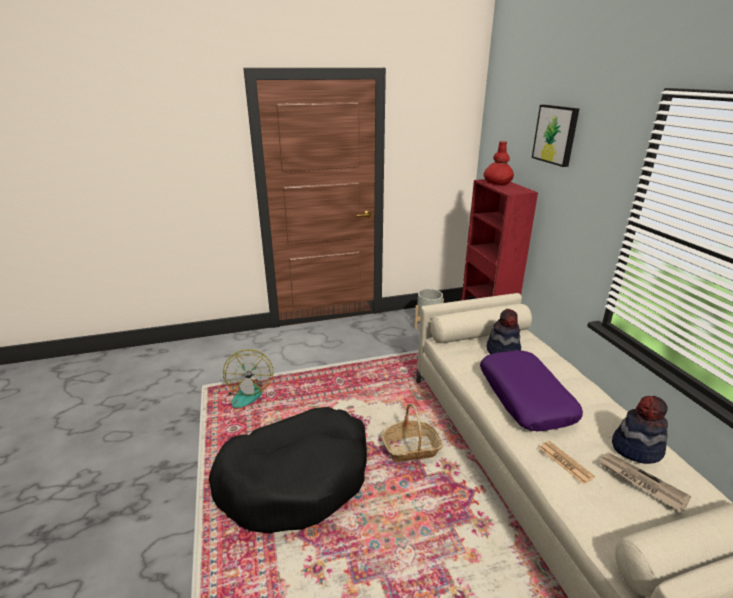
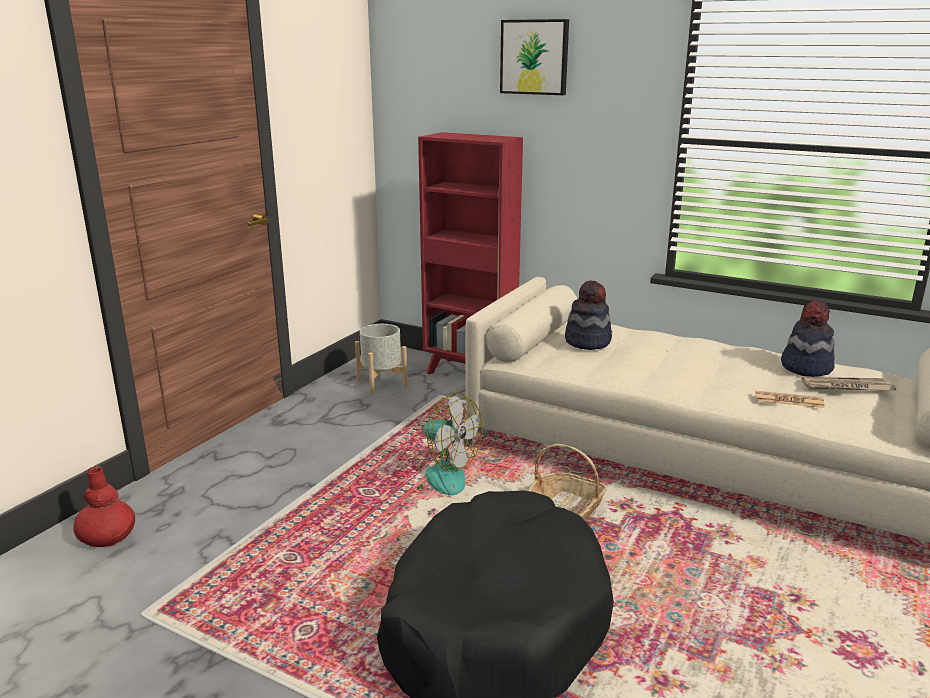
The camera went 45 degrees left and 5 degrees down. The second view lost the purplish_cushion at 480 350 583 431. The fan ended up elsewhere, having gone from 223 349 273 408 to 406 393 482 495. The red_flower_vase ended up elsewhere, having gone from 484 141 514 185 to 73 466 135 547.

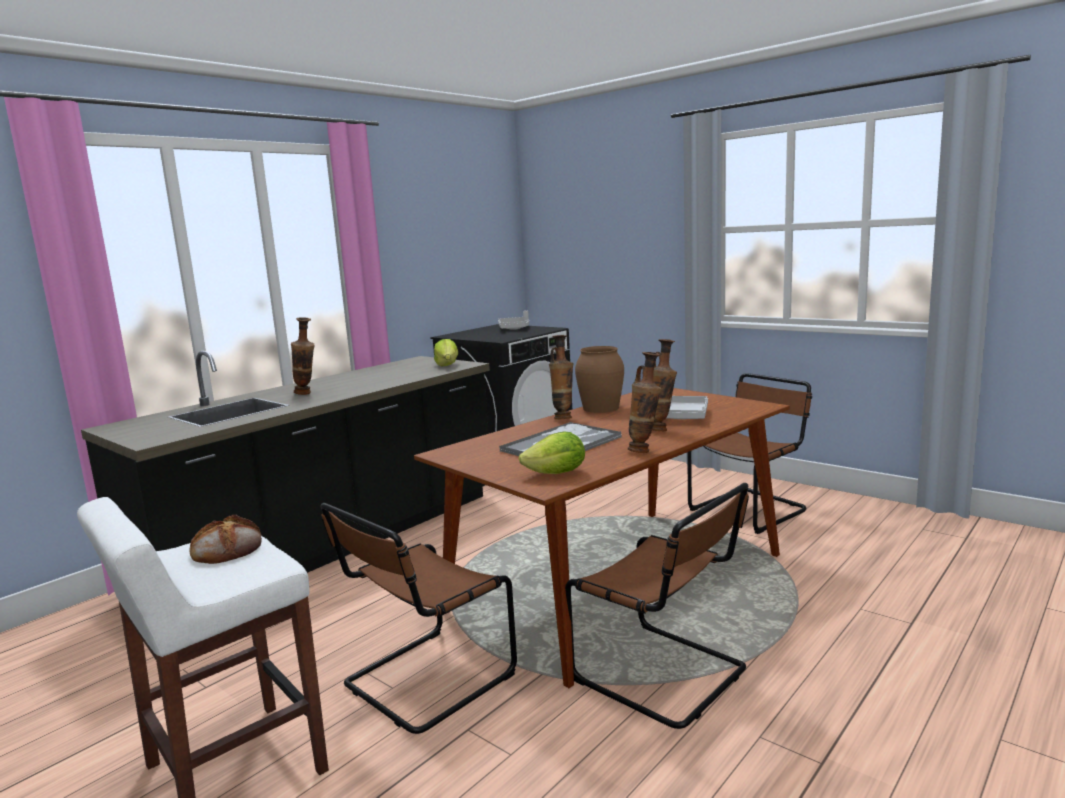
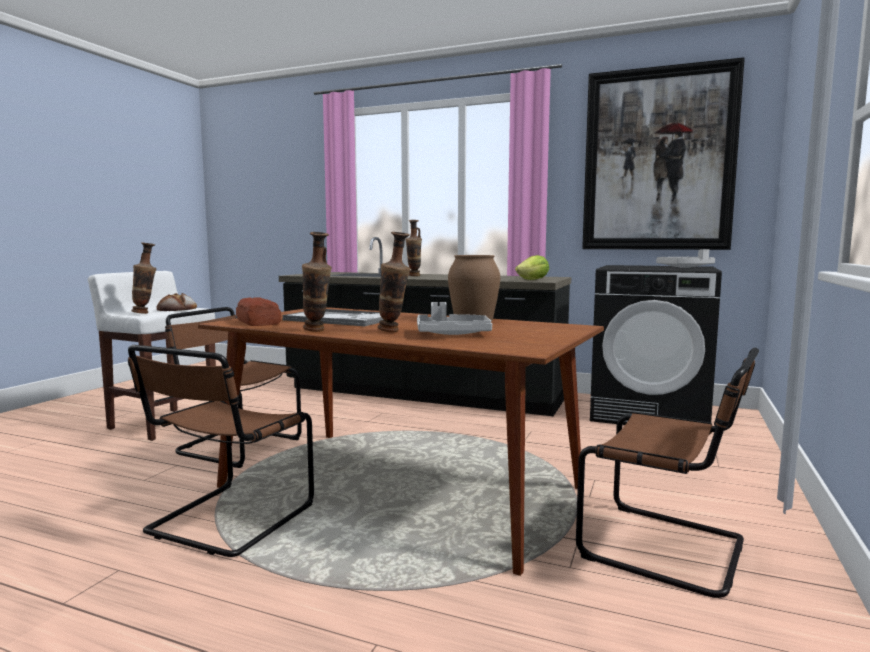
The camera went 70 degrees right and 5 degrees down. The second view gained the wall_art at 582 57 745 250. The flower_vase ended up elsewhere, having gone from 549 335 573 420 to 131 243 156 314. Where the lettuce stood at 519 432 585 474, the bread came to stand at 236 297 281 326.

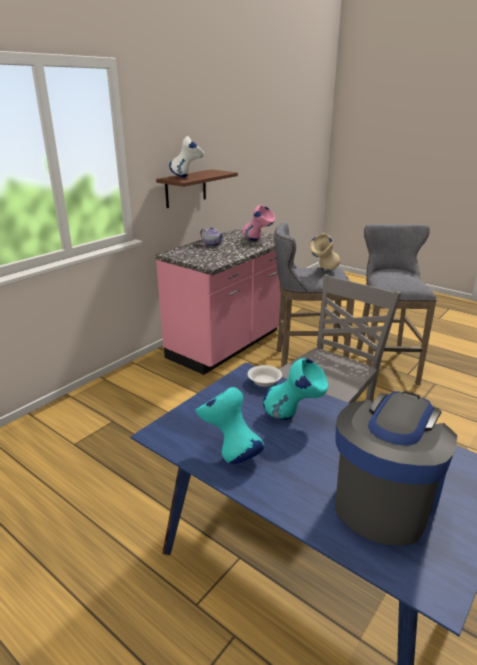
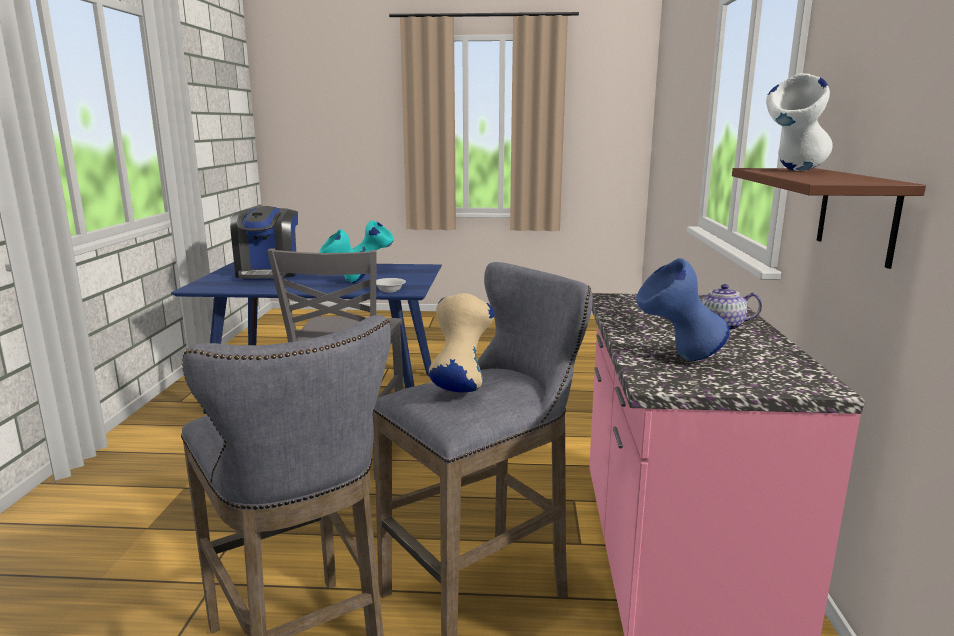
The camera went 145 degrees right and 10 degrees down. What was the pink_flower_vase at 242 205 275 241 turned into the blue_flower_vase at 636 258 730 361.

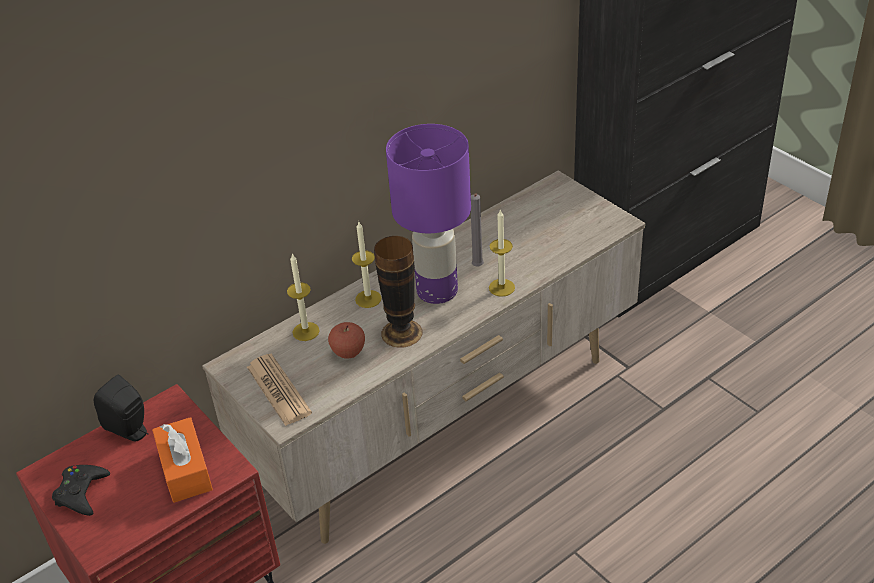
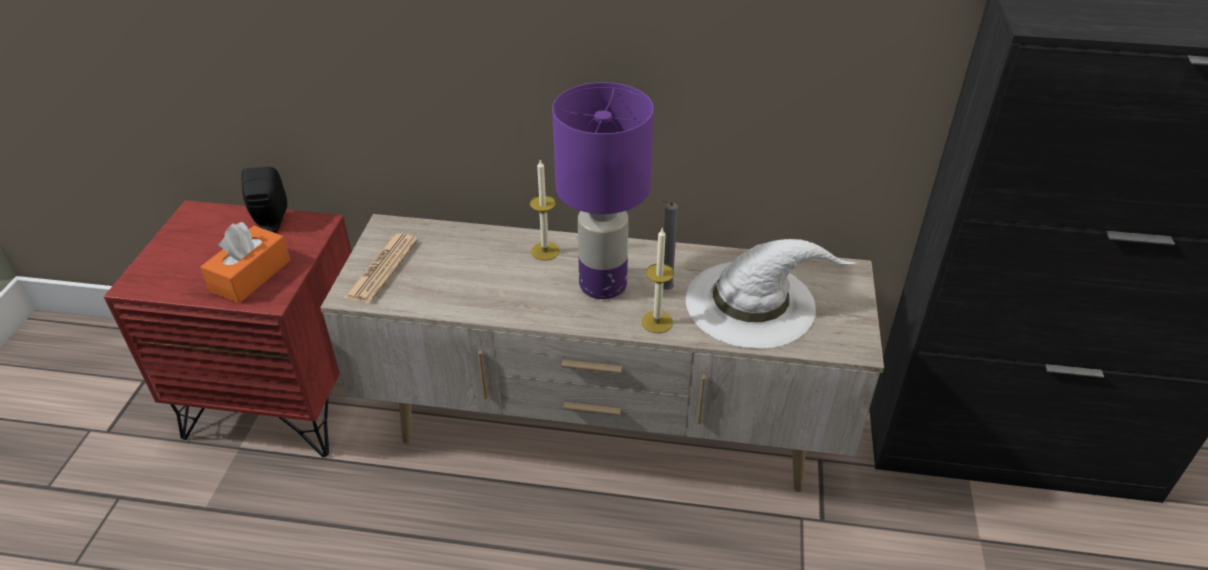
The camera went 45 degrees right and 0 degrees up. The second view lost the blackish_joypad at 52 465 110 516. The second view lost the wax_light at 287 253 320 341. The second view lost the apple_fruit at 328 322 365 358. The second view lost the flower_vase at 374 236 423 348. The second view gained the whitish_wearable_hat at 686 239 858 349.

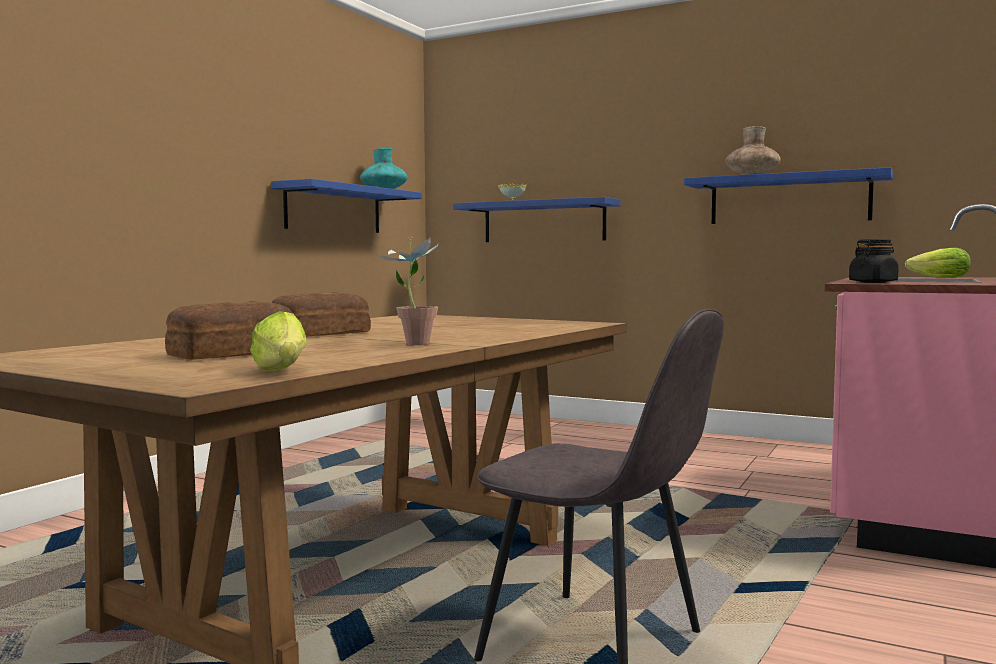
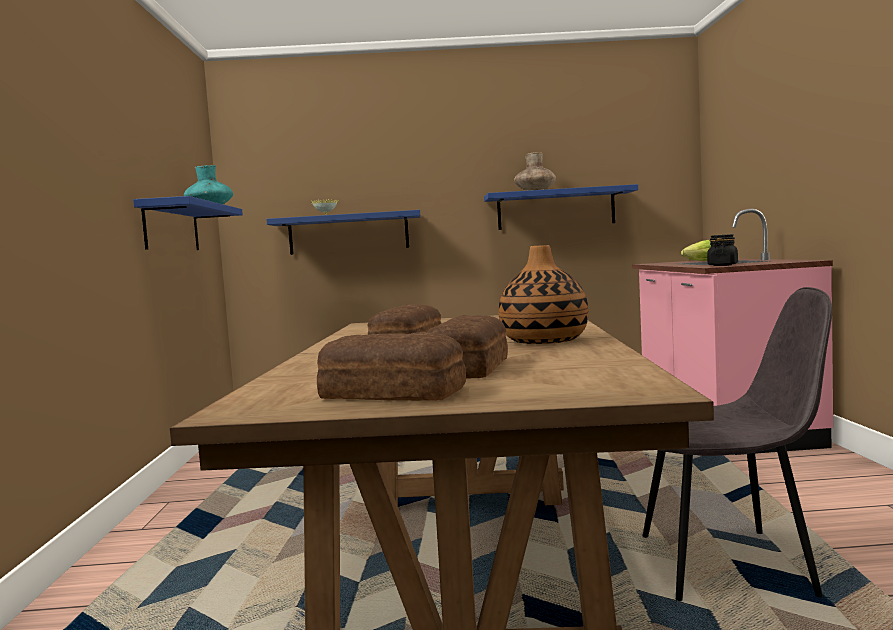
The camera went 30 degrees left and 0 degrees up. The second view lost the lettuce at 250 311 307 371. The second view gained the bread at 317 332 466 401. Where the houseplant stood at 376 237 439 345, the flower_vase came to stand at 498 245 589 344.

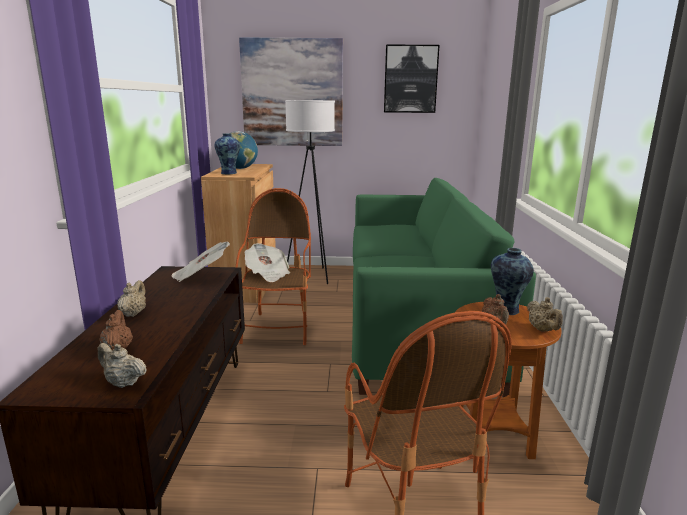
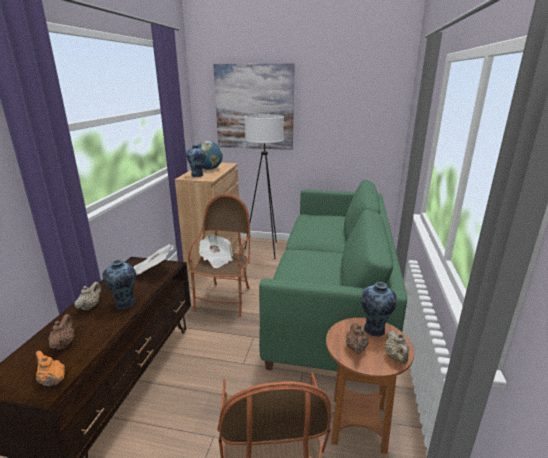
The camera went 10 degrees right and 5 degrees up. The second view lost the wall_art at 384 45 440 113. The second view gained the flower_vase at 102 260 136 309. What was the sand-coloured_teapot at 97 343 147 388 turned into the orangey_teapot at 36 351 65 387.

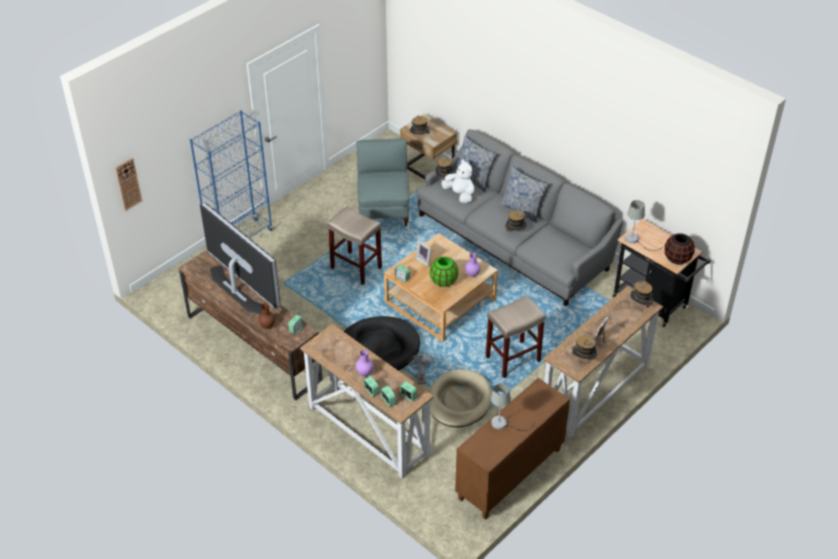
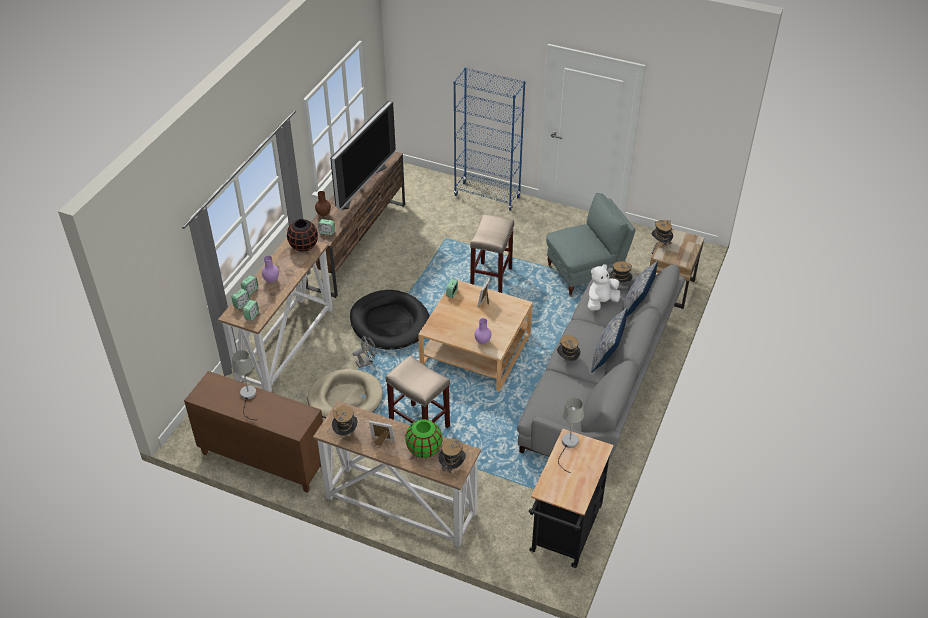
The camera went 70 degrees right and 0 degrees up. The second view lost the hanging_clock at 115 158 142 211. The greenish_flower_vase ended up elsewhere, having gone from 430 257 459 287 to 405 419 443 458. The blackish_flower_vase ended up elsewhere, having gone from 664 233 695 264 to 287 219 318 252. The whitish_cuddly_toy at 441 159 475 203 ended up facing another way, 150 degrees counterclockwise from before.

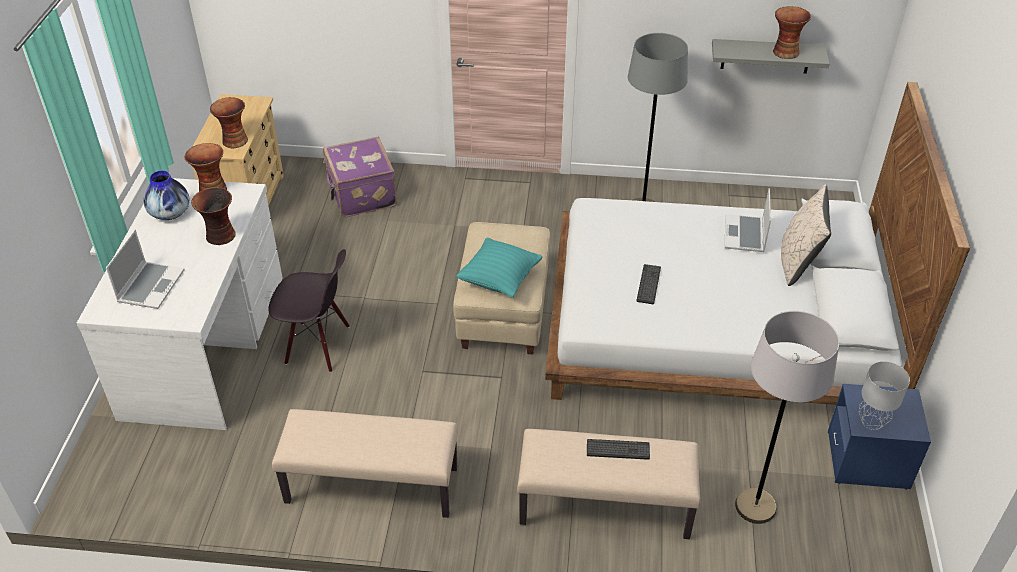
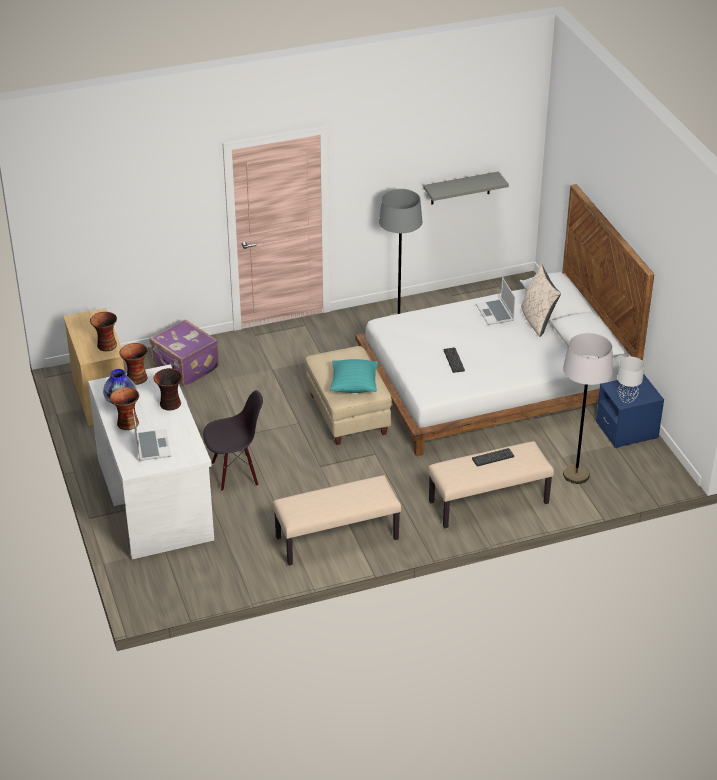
The camera went 25 degrees left and 5 degrees down. The flower_vase ended up elsewhere, having gone from 773 6 811 59 to 110 387 139 430.

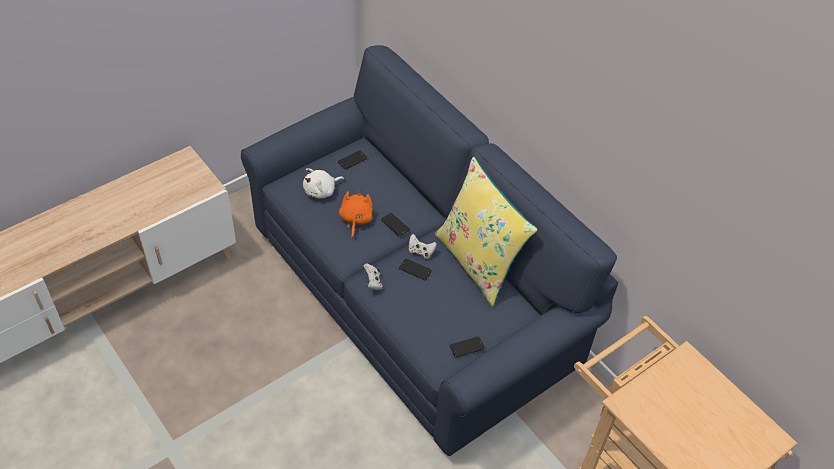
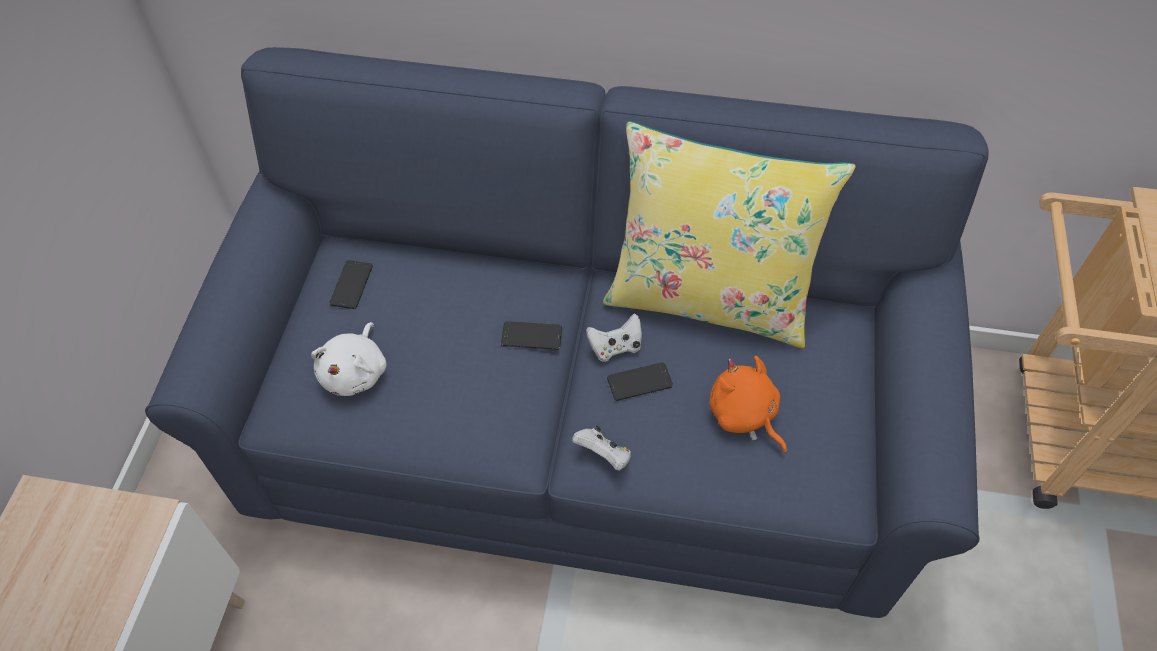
The camera went 40 degrees left and 5 degrees up. The second view lost the telephone at 450 336 485 358. The orangey_cuddly_toy ended up elsewhere, having gone from 339 189 373 238 to 709 356 787 453.

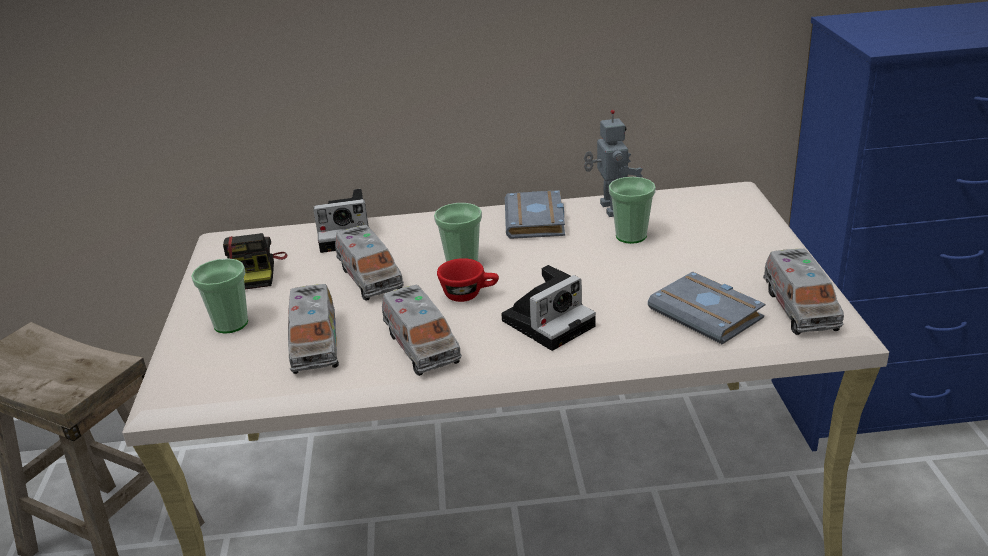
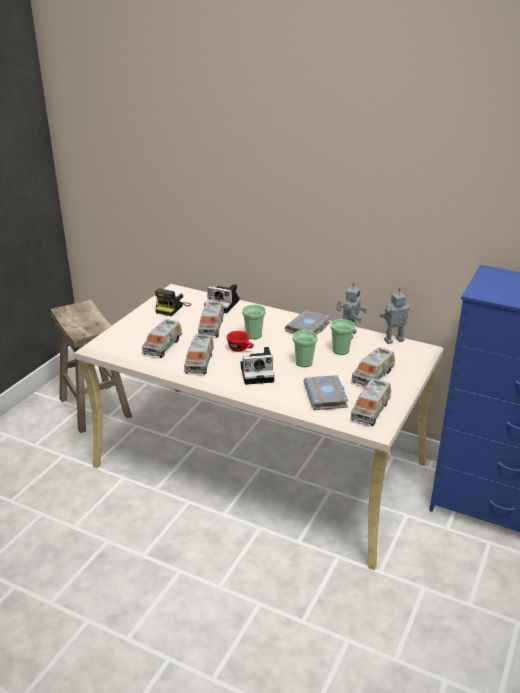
The camera went 30 degrees right and 0 degrees up. The second view gained the model_truck at 351 347 395 386. The second view gained the toy_robot at 380 288 410 344. The small_cup ended up elsewhere, having gone from 191 258 248 333 to 292 330 318 367.

